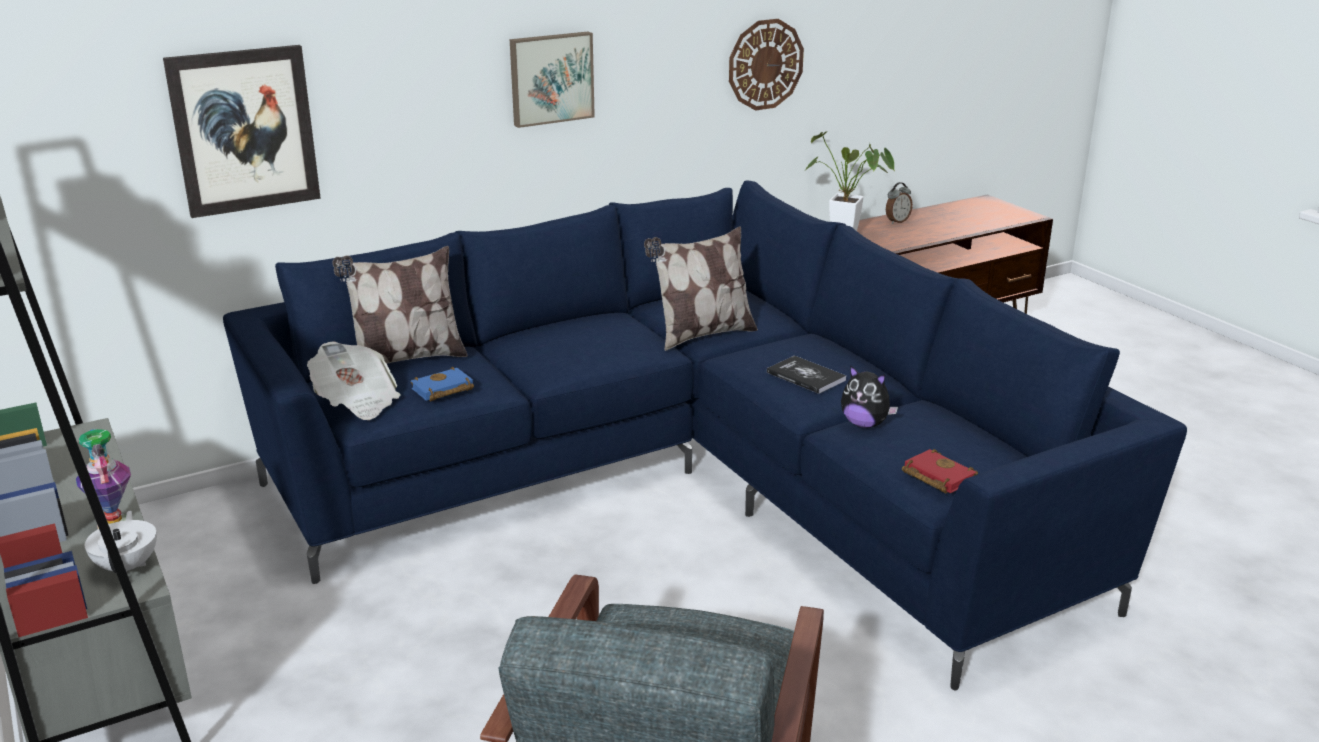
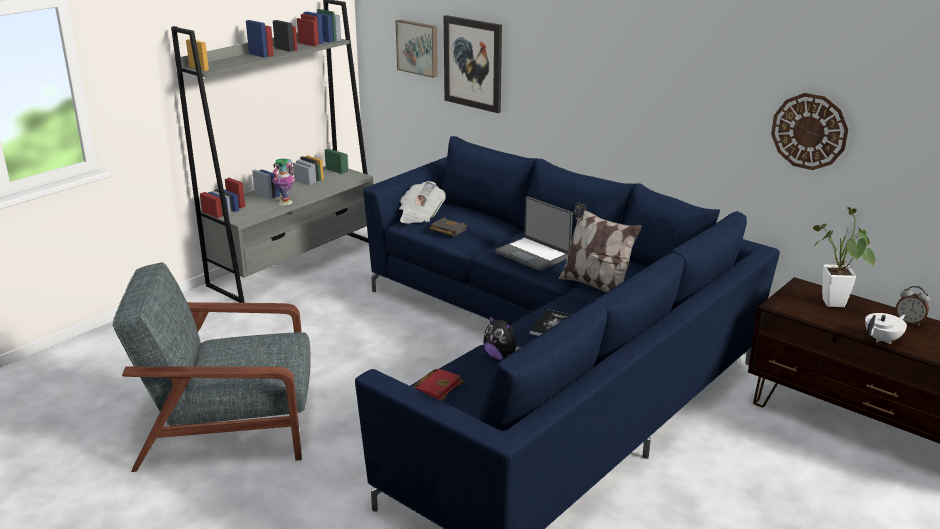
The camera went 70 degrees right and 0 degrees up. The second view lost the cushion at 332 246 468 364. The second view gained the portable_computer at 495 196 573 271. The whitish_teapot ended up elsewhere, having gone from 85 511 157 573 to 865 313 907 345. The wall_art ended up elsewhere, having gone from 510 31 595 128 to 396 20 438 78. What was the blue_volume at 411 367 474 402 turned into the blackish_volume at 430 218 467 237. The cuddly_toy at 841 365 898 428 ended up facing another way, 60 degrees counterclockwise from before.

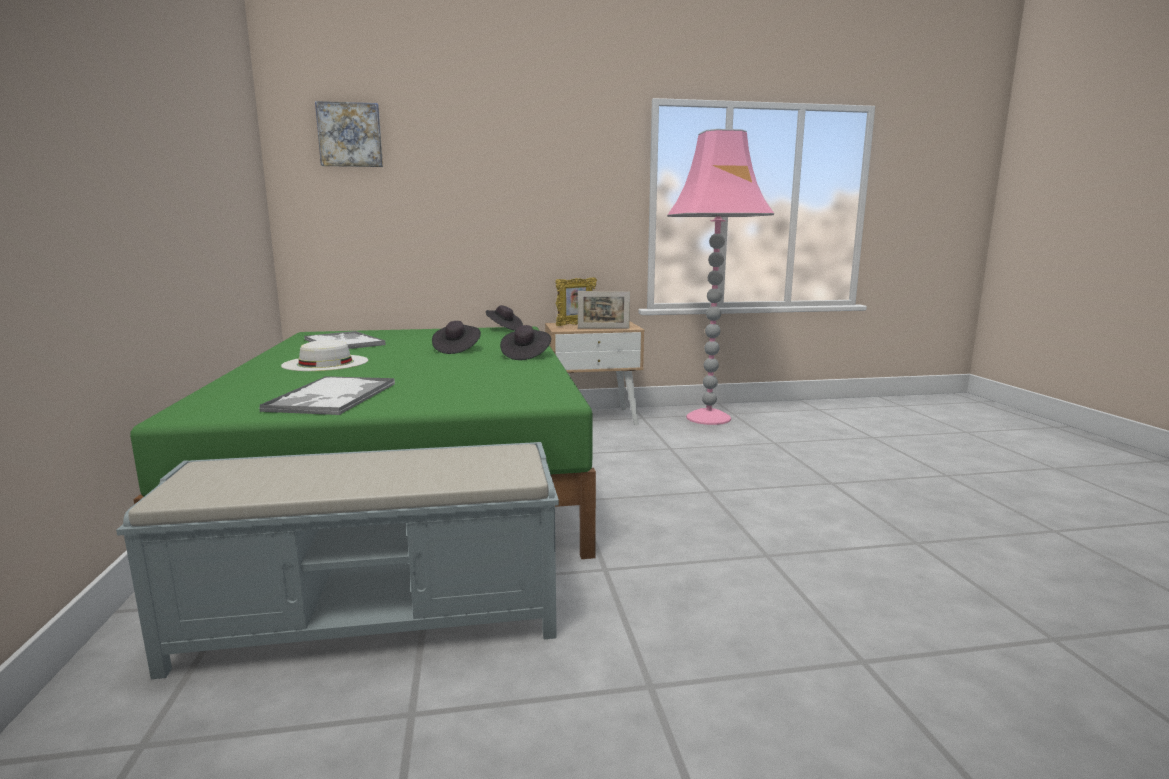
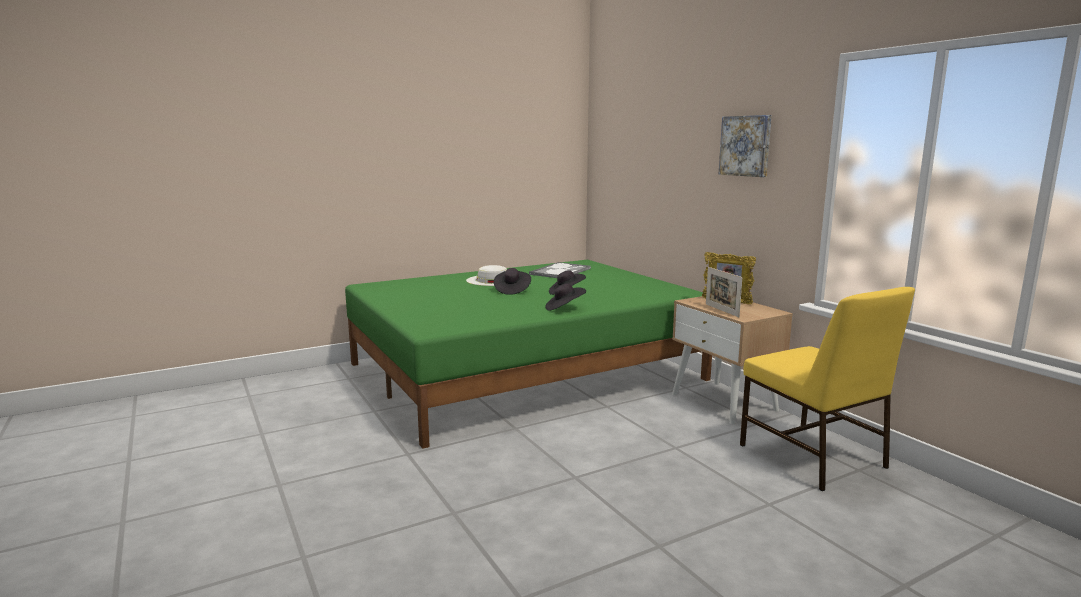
The camera went 70 degrees right and 0 degrees up. The second view lost the gray_long_seat at 116 442 559 679. The second view lost the tray at 260 376 395 415. The wall_art ended up elsewhere, having gone from 315 101 383 167 to 719 115 772 177. The blackish_wearable_hat ended up elsewhere, having gone from 486 305 523 331 to 494 268 531 295. Where the pink_standard_lamp stood at 667 129 774 425, the yellowish_plain_chair came to stand at 740 287 915 491.

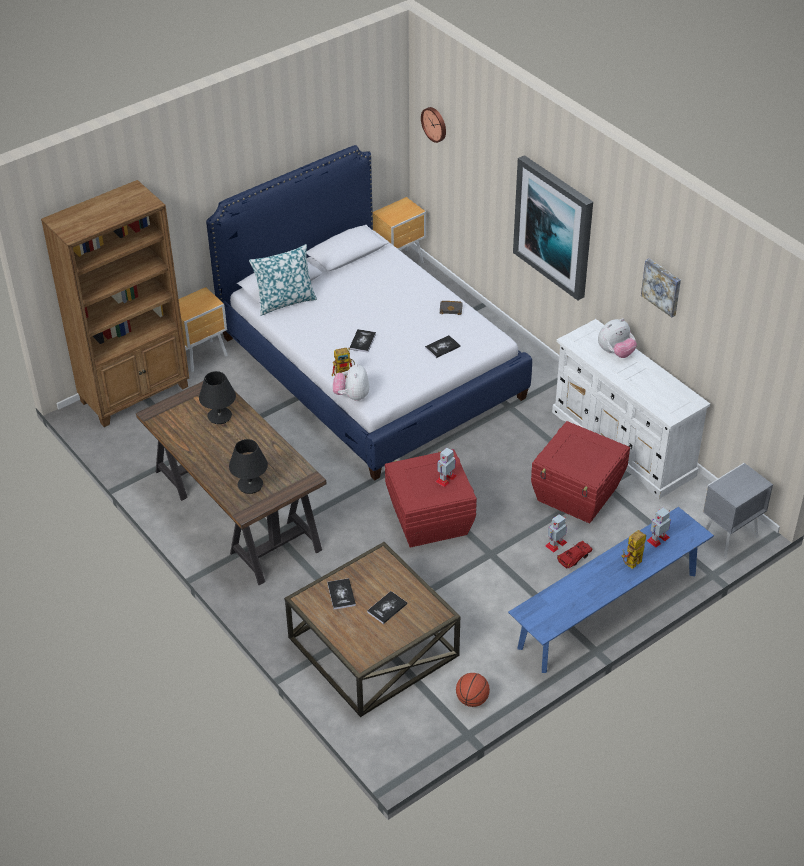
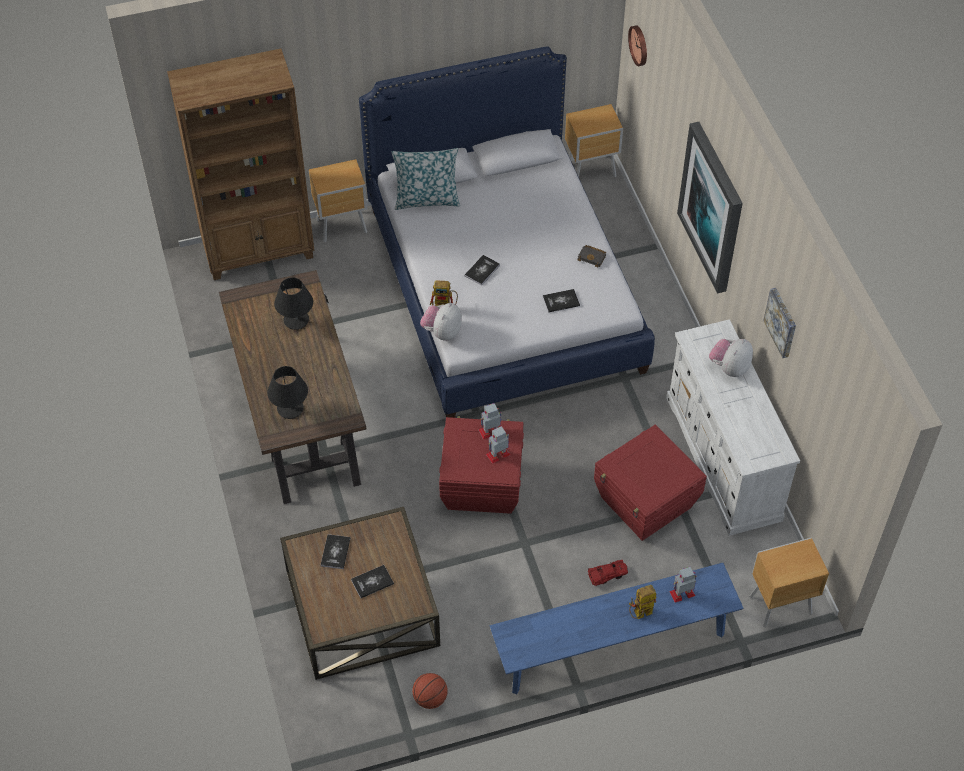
The camera went 20 degrees right and 10 degrees up. The toy_robot ended up elsewhere, having gone from 545 514 567 553 to 479 403 502 439. What was the gray_bedside_table at 702 463 773 559 turned into the brown_bedside_table at 749 538 829 628. The cuddly_toy at 598 318 637 358 ended up facing another way, 135 degrees clockwise from before.

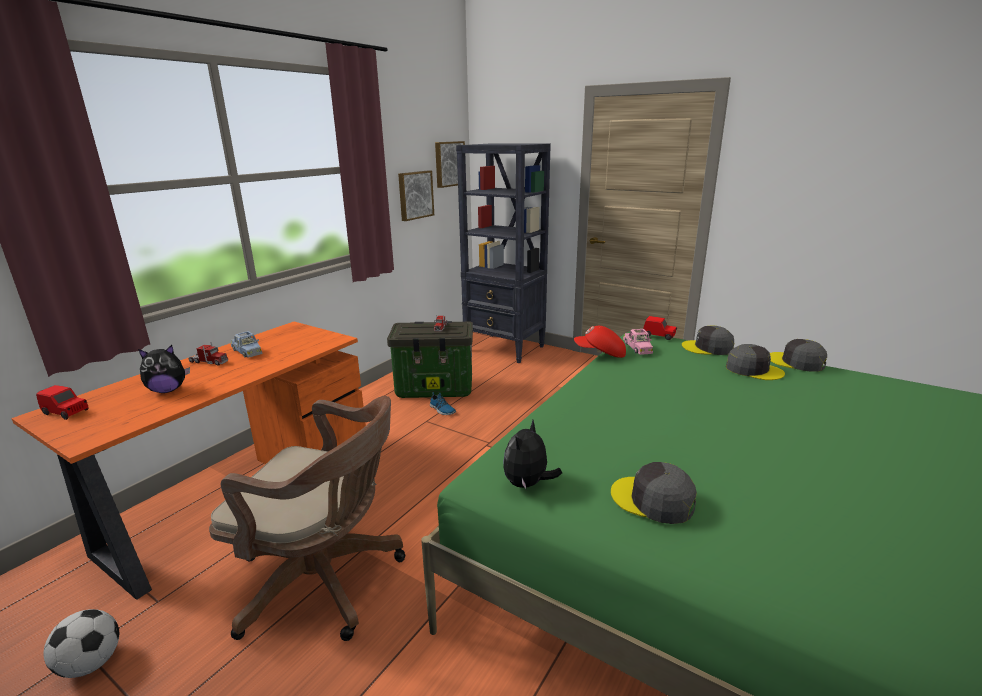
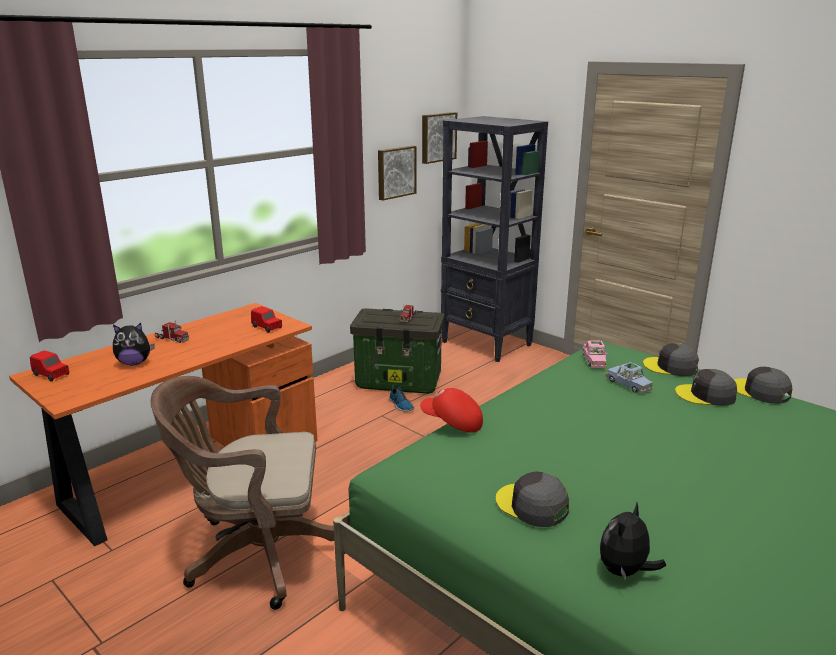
The camera went 10 degrees right and 0 degrees up. The second view lost the football_ball at 43 609 119 678. The blue_miniature_car ended up elsewhere, having gone from 231 331 262 358 to 605 362 653 394. The cuddly_toy ended up elsewhere, having gone from 503 420 562 491 to 600 502 666 581. The red_cap ended up elsewhere, having gone from 574 326 626 358 to 420 388 483 433. The red_miniature_car ended up elsewhere, having gone from 643 316 677 340 to 251 306 282 333. The brown_desk_chair at 209 396 405 641 ended up facing another way, 150 degrees clockwise from before. The gray_cap at 726 344 785 380 ended up facing another way, 150 degrees clockwise from before.

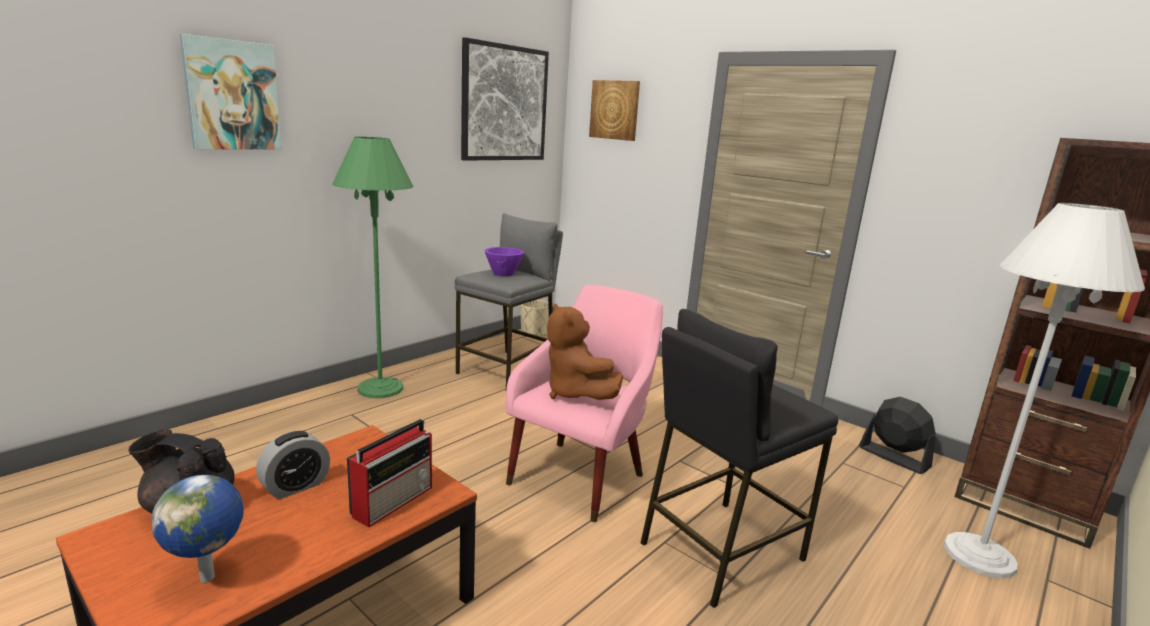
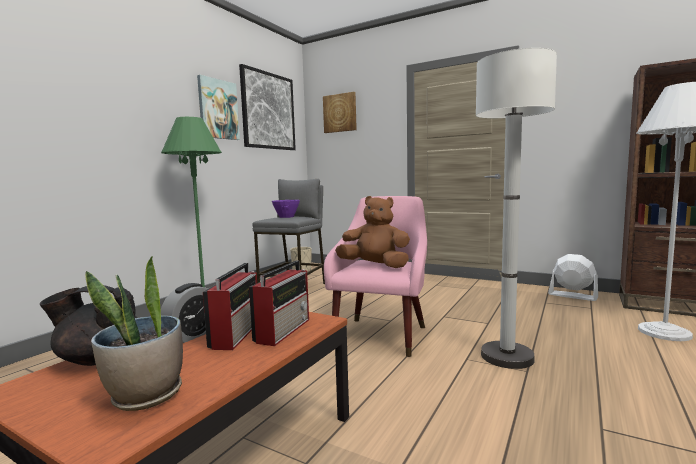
The camera went 10 degrees left and 10 degrees down. The second view gained the radio at 203 263 257 350. The wall_art ended up elsewhere, having gone from 180 34 282 150 to 197 75 240 140. Where the desk_globe stood at 151 475 243 583, the houseplant came to stand at 85 256 183 411. Where the blackish_stool_seat stood at 640 309 838 608, the whitish_standard_lamp came to stand at 476 48 557 369. What was the blackish_fan at 859 397 936 474 turned into the whitish_fan at 548 254 598 301. The brown_cuddly_toy at 547 303 623 400 ended up facing another way, 150 degrees clockwise from before.

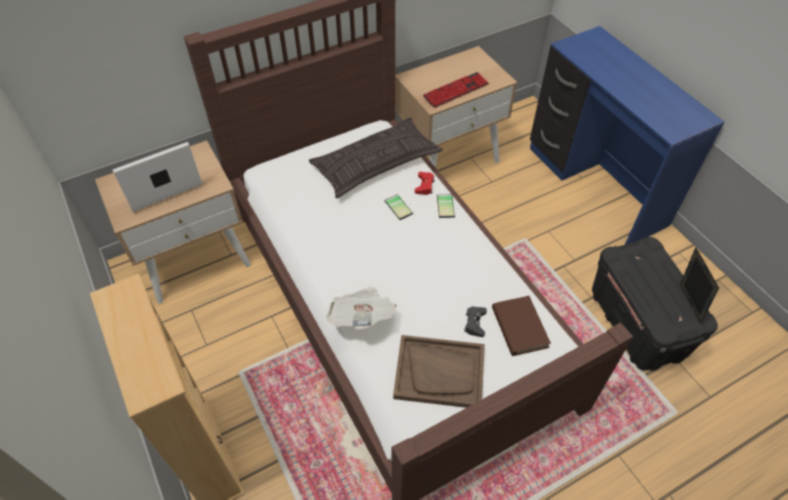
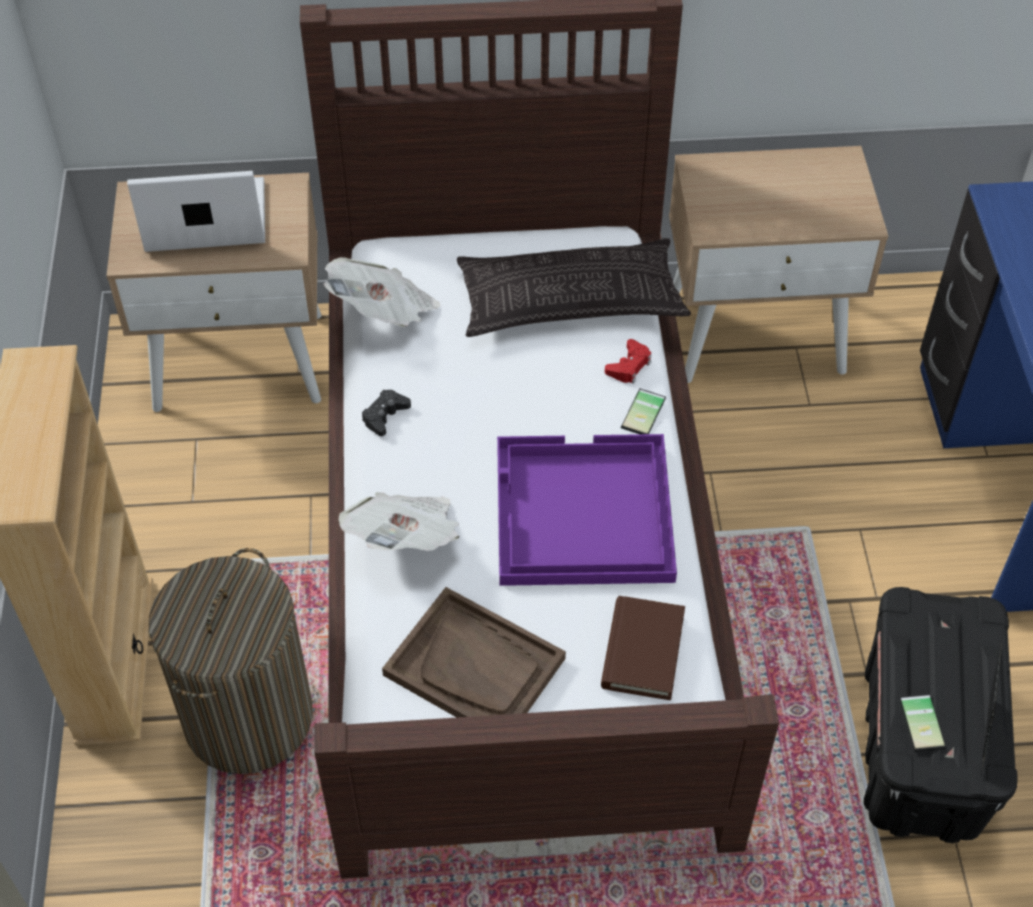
The camera went 25 degrees right and 0 degrees up. The second view lost the keyboard at 423 72 489 108. The second view gained the washing_basket at 149 548 313 774. The second view gained the printed_paper at 323 257 440 327. The second view gained the purplish_tray at 497 434 677 586. The telephone ended up elsewhere, having gone from 384 194 413 220 to 899 694 948 752. The blackish_joypad ended up elsewhere, having gone from 464 306 487 337 to 362 390 411 436.

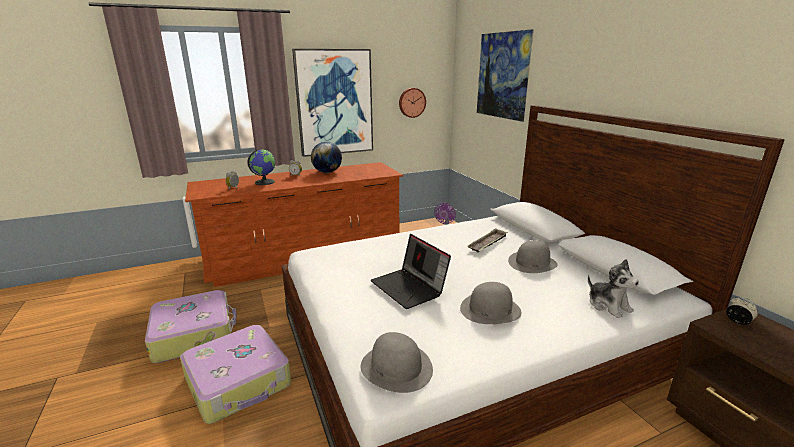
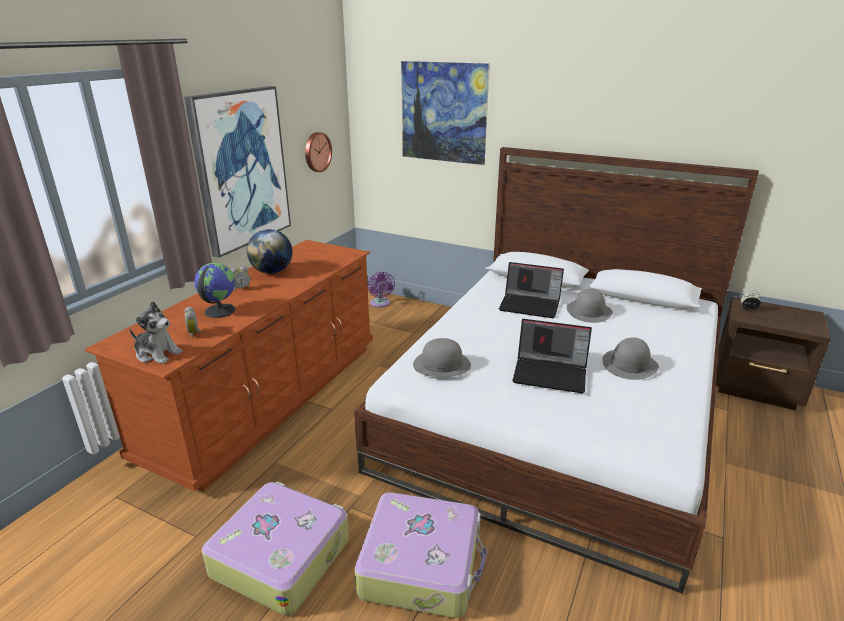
The camera went 40 degrees left and 5 degrees up. The gray_wearable_hat ended up elsewhere, having gone from 361 332 433 393 to 413 338 471 377. The cuddly_toy ended up elsewhere, having gone from 588 259 639 318 to 129 301 182 364. Where the tray stood at 468 228 508 252, the portable_computer came to stand at 499 262 564 318.

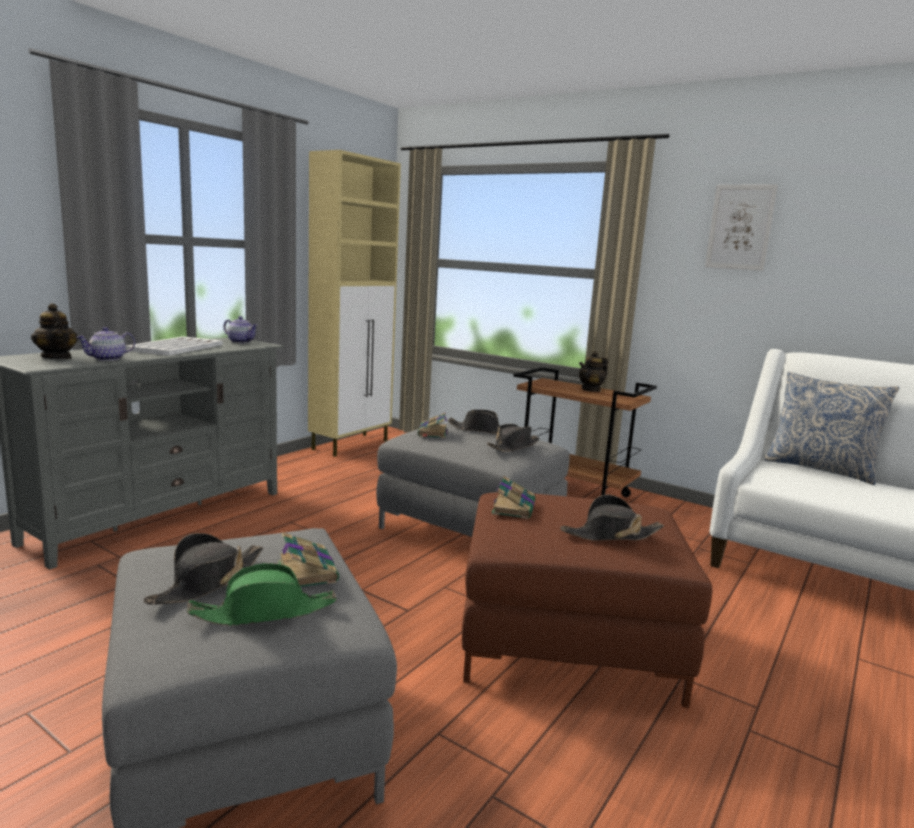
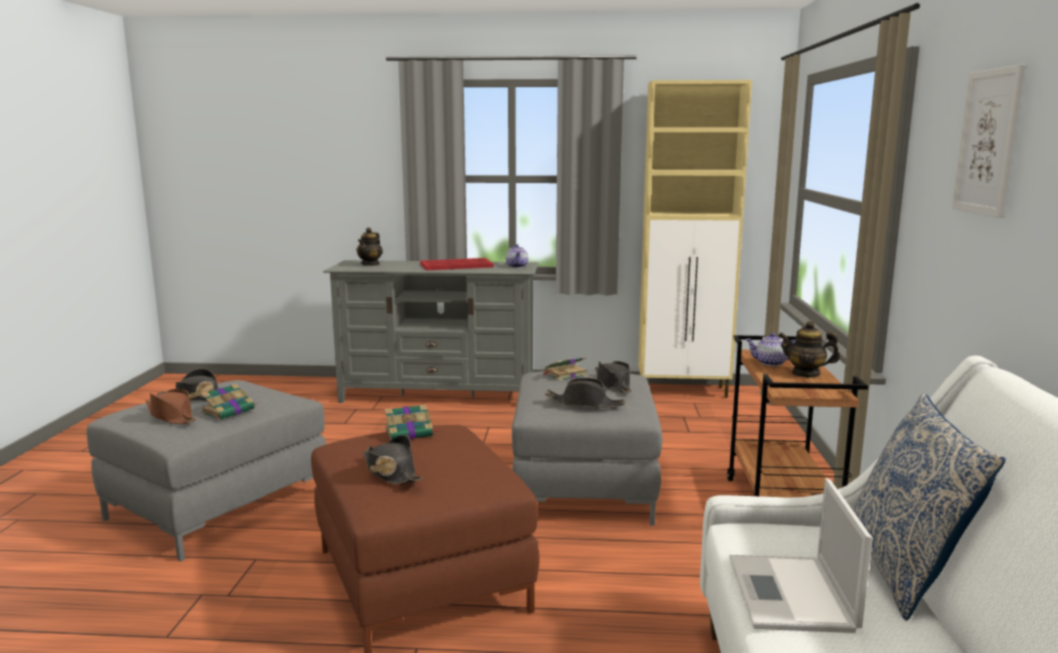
The camera went 60 degrees right and 0 degrees up. The second view gained the portable_computer at 729 478 873 633. The teapot ended up elsewhere, having gone from 76 327 135 361 to 745 333 796 366. What was the whitish_tray at 125 336 223 356 turned into the red_tray at 420 258 494 271. What was the greenish_wearable_hat at 187 563 337 626 turned into the brown_wearable_hat at 146 389 196 424.

